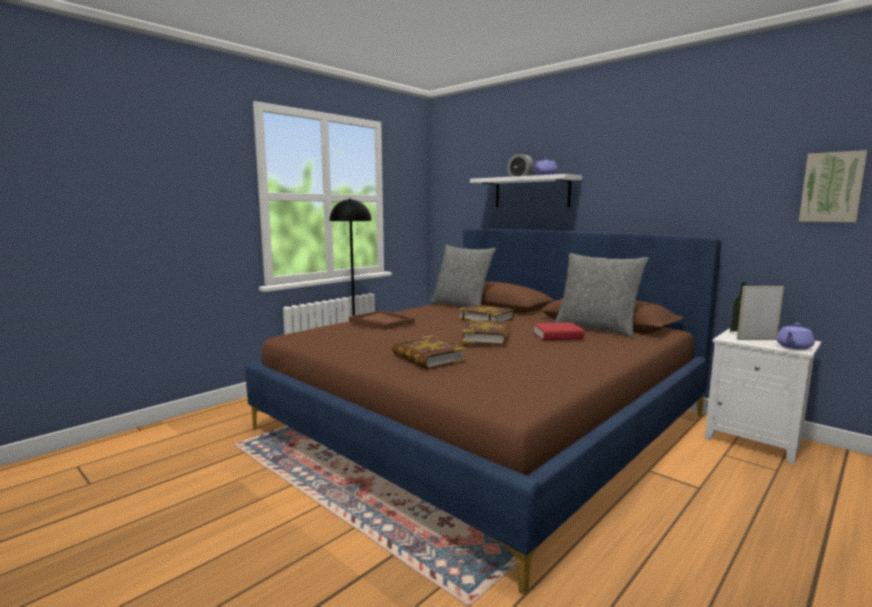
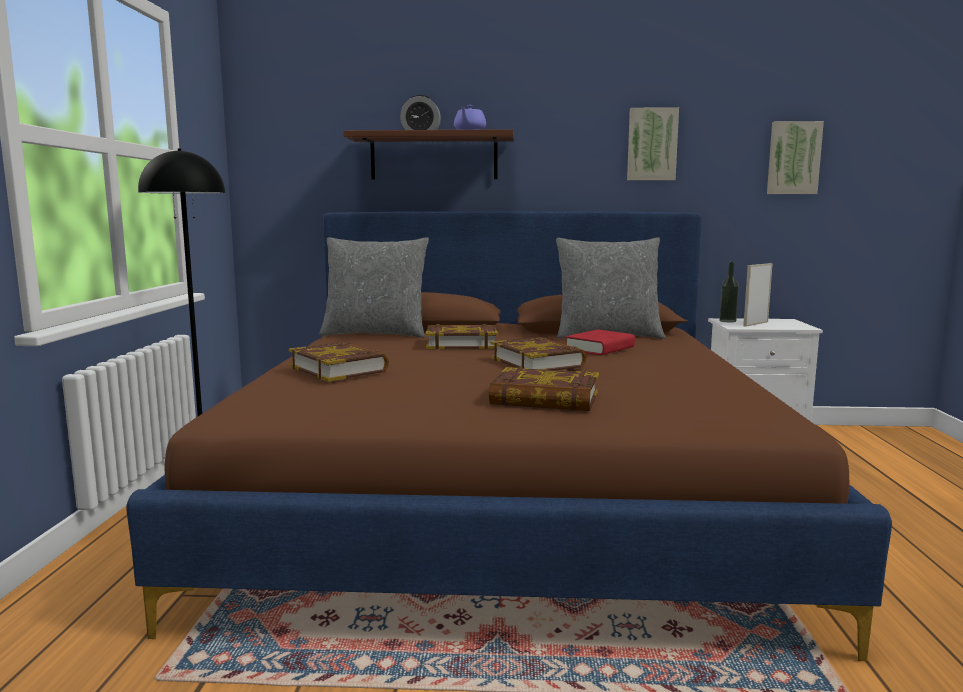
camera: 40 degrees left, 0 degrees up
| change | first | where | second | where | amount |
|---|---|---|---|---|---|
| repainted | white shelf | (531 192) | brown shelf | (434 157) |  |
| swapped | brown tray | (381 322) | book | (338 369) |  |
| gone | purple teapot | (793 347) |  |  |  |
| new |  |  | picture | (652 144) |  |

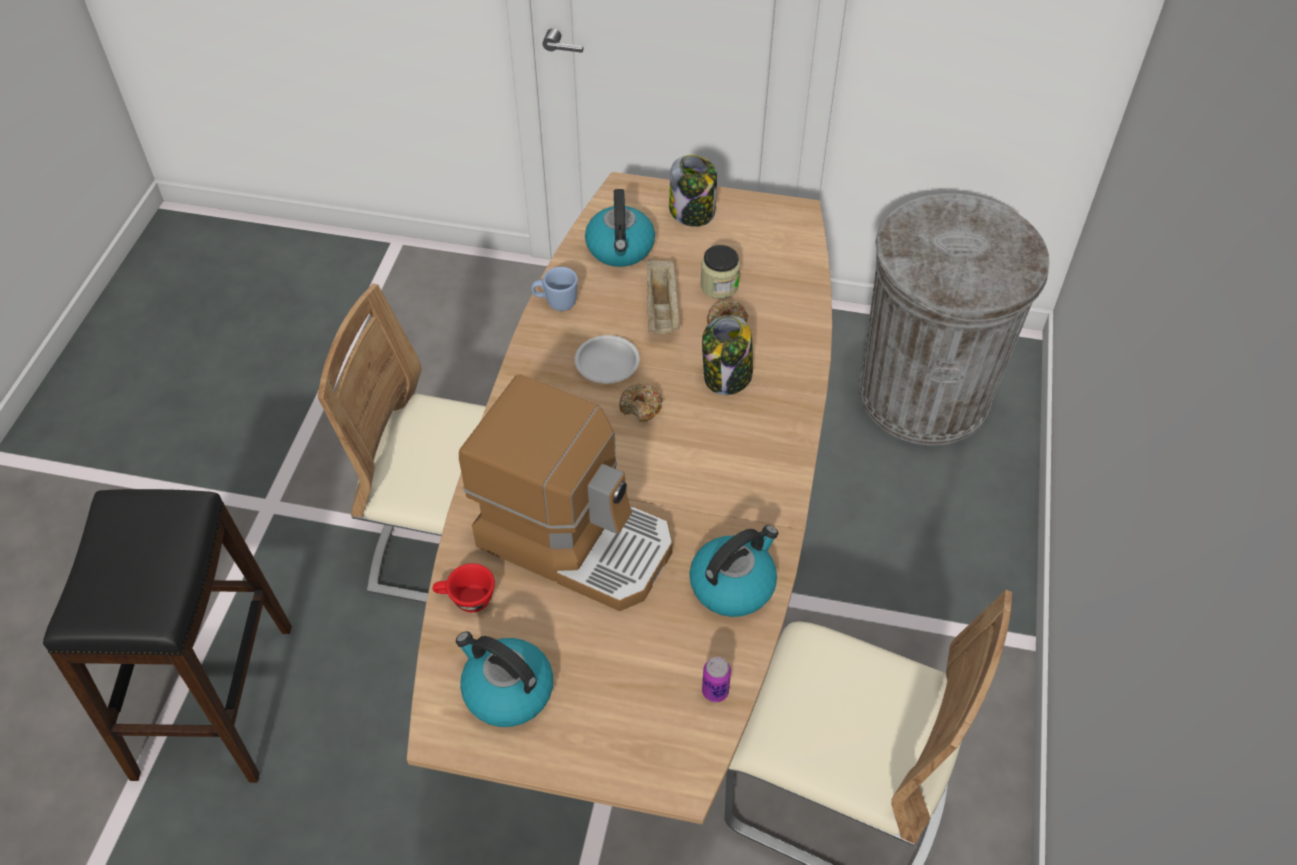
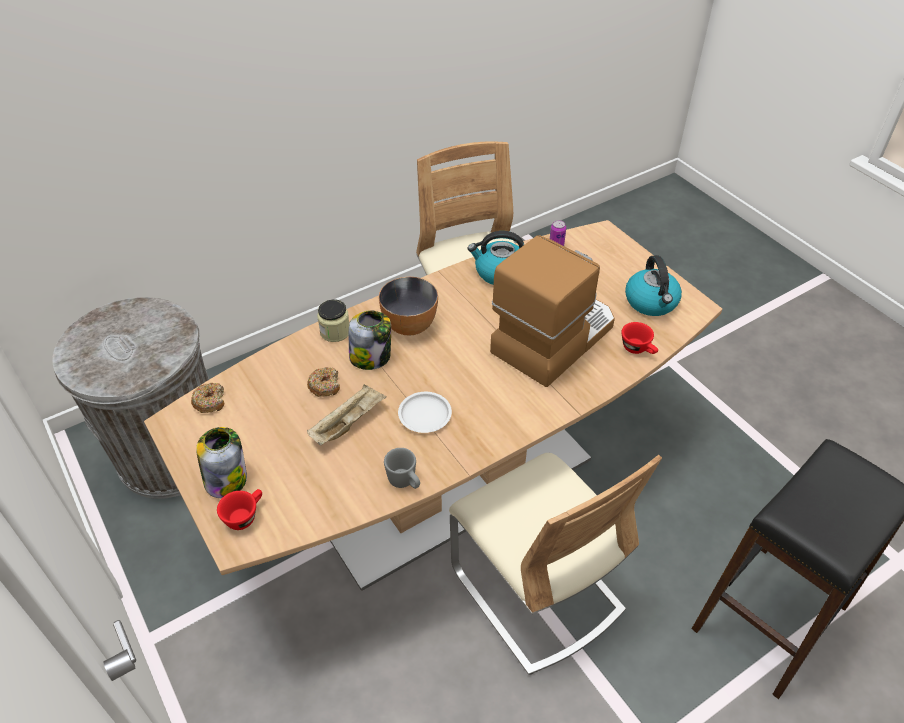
camera: 135 degrees left, 5 degrees down
| change | first | where | second | where | amount |
|---|---|---|---|---|---|
| gone | kettle | (620 249) |  |  |  |
| shifted | jar | (719 286) |  | (335 332) |  |
| repainted | blue mug | (555 303) | grey mug | (405 482) |  |
| rotated | coffee machine | (576 539) |  | (552 337) | 60 degrees clockwise |
| shifted | donut | (641 407) |  | (210 401) |  |
| new |  |  | bowl | (409 325) |  |
| new |  |  | red cup | (244 515) |  |

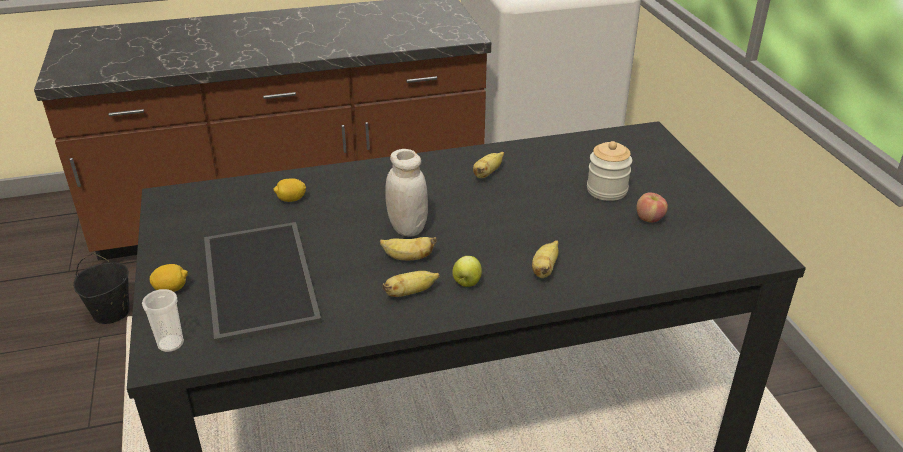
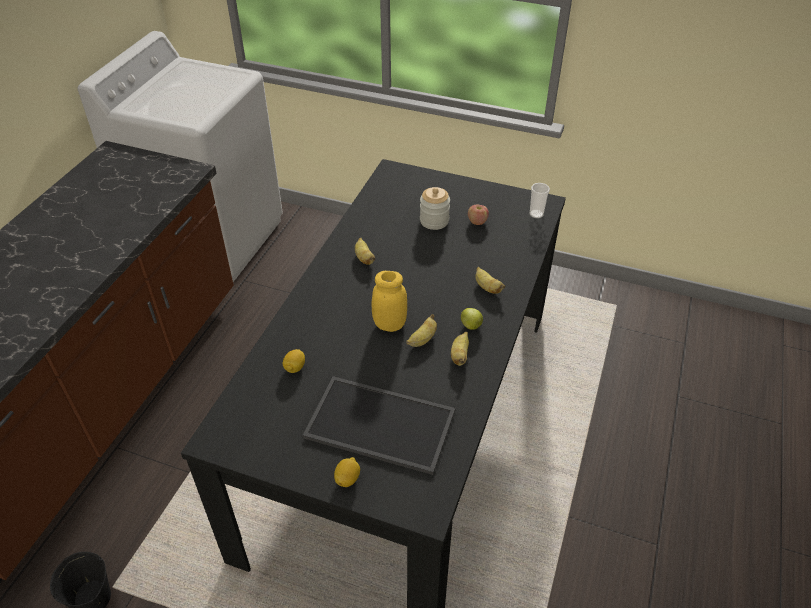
camera: 55 degrees left, 10 degrees up
| change | first | where | second | where | amount |
|---|---|---|---|---|---|
| repainted | white jar | (407 228) | yellow jar | (389 324) |  |
| shifted | cup | (170 343) |  | (536 214) |  |

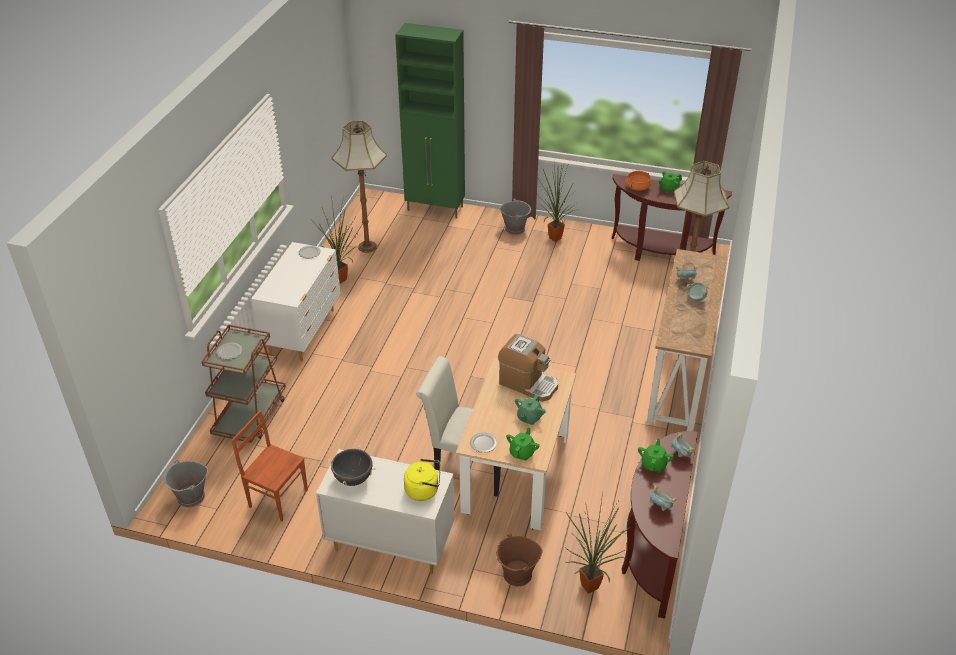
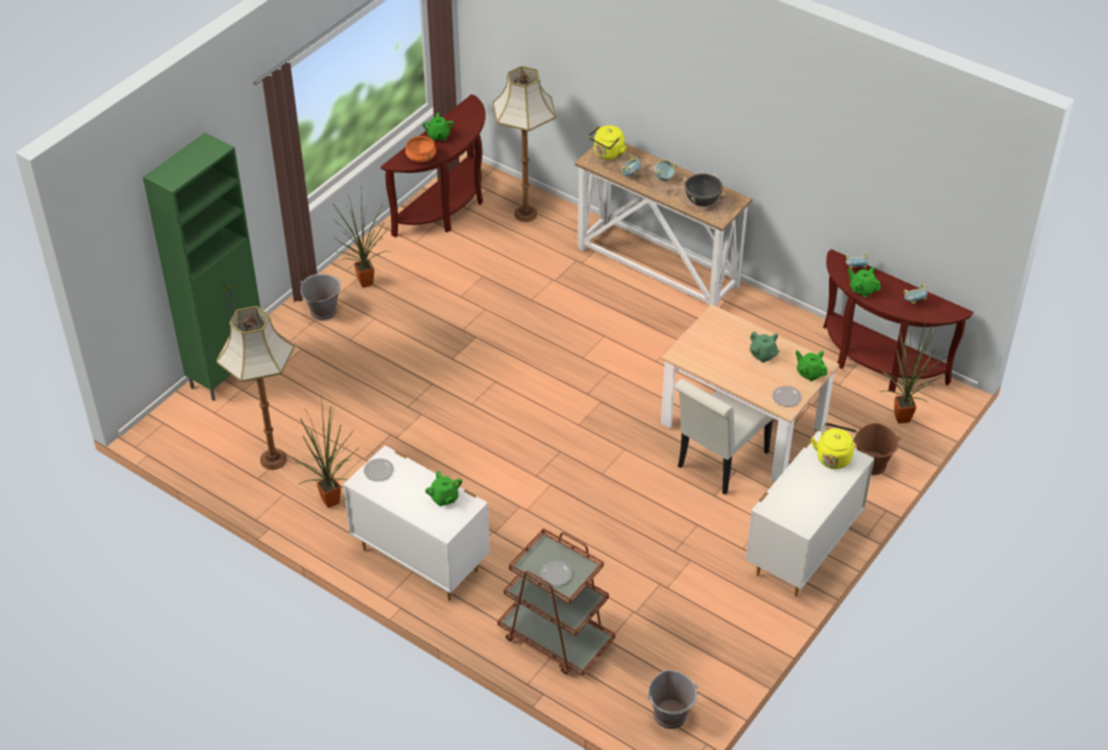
camera: 70 degrees left, 5 degrees up
| change | first | where | second | where | amount |
|---|---|---|---|---|---|
| gone | coffee machine | (528 383) |  |  |  |
| gone | brown chair | (278 497) |  |  |  |
| shifted | black cooking pot | (353 478) |  | (702 201) |  |
| new |  |  | yellow kettle | (607 154) |  |
| new |  |  | green teapot | (444 498) |  |

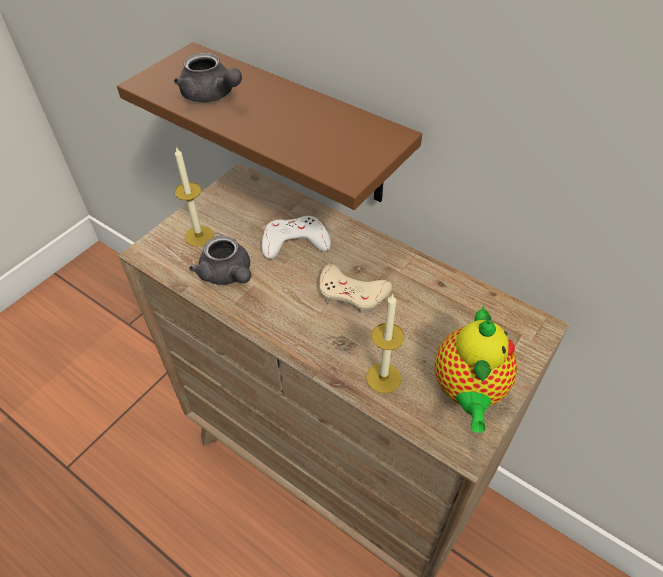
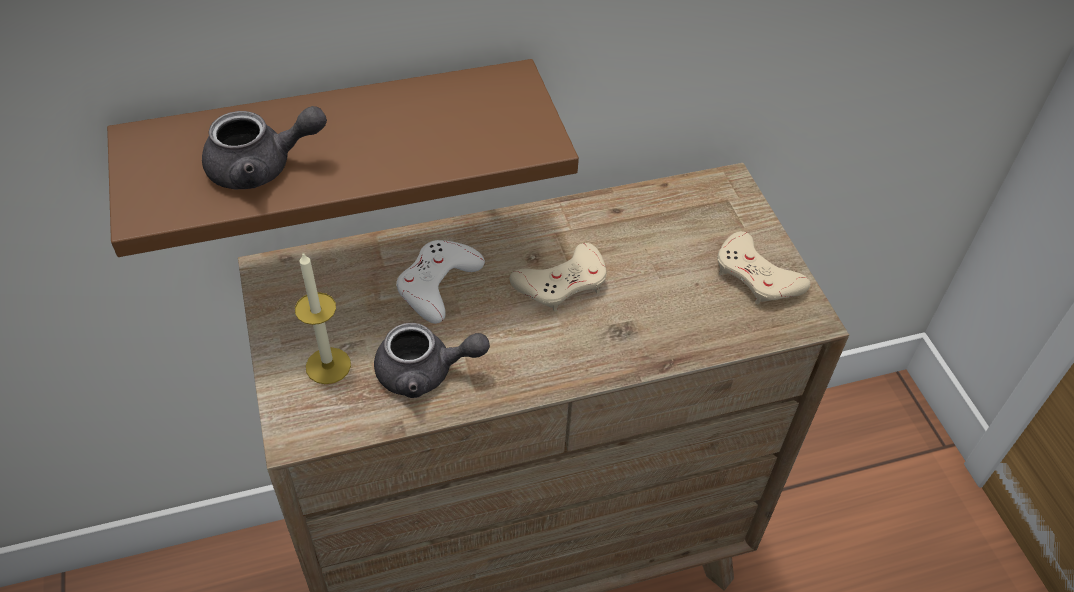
camera: 55 degrees left, 0 degrees up
| change | first | where | second | where | amount |
|---|---|---|---|---|---|
| gone | candle | (383 377) |  |  |  |
| swapped | teapot | (468 391) | beige game controller | (756 276) |  |

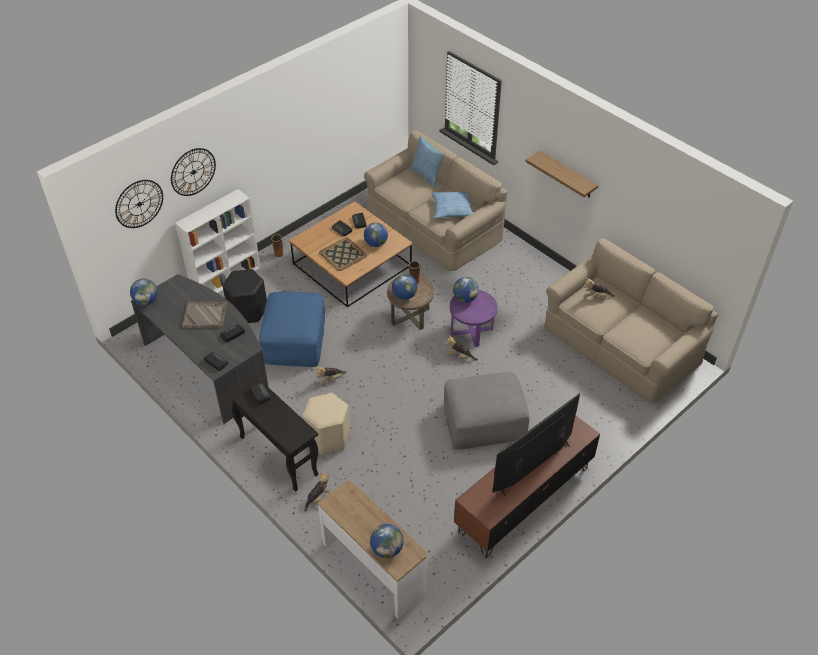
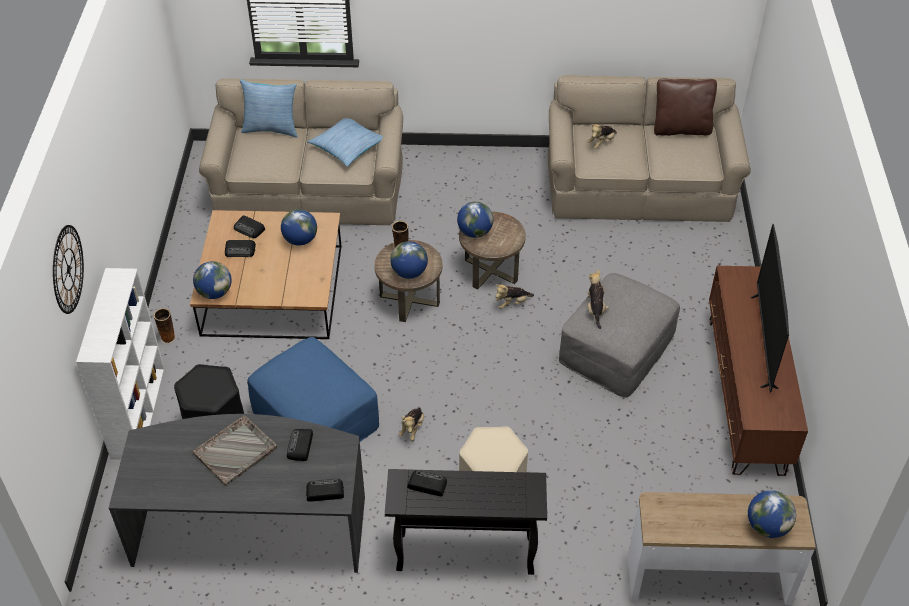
camera: 45 degrees left, 0 degrees up
| change | first | where | second | where | amount |
|---|---|---|---|---|---|
| gone | shelf | (567 175) |  |  |  |
| gone | wall clock | (139 204) |  |  |  |
| gone | tray | (343 254) |  |  |  |
| shifted | globe | (146 301) |  | (215 293) |  |
| repainted | purple side table | (471 331) | brown side table | (491 270) |  |
| shifted | plush toy | (318 498) |  | (595 309) |  |
| new |  |  | brown pillow | (681 129) |  |

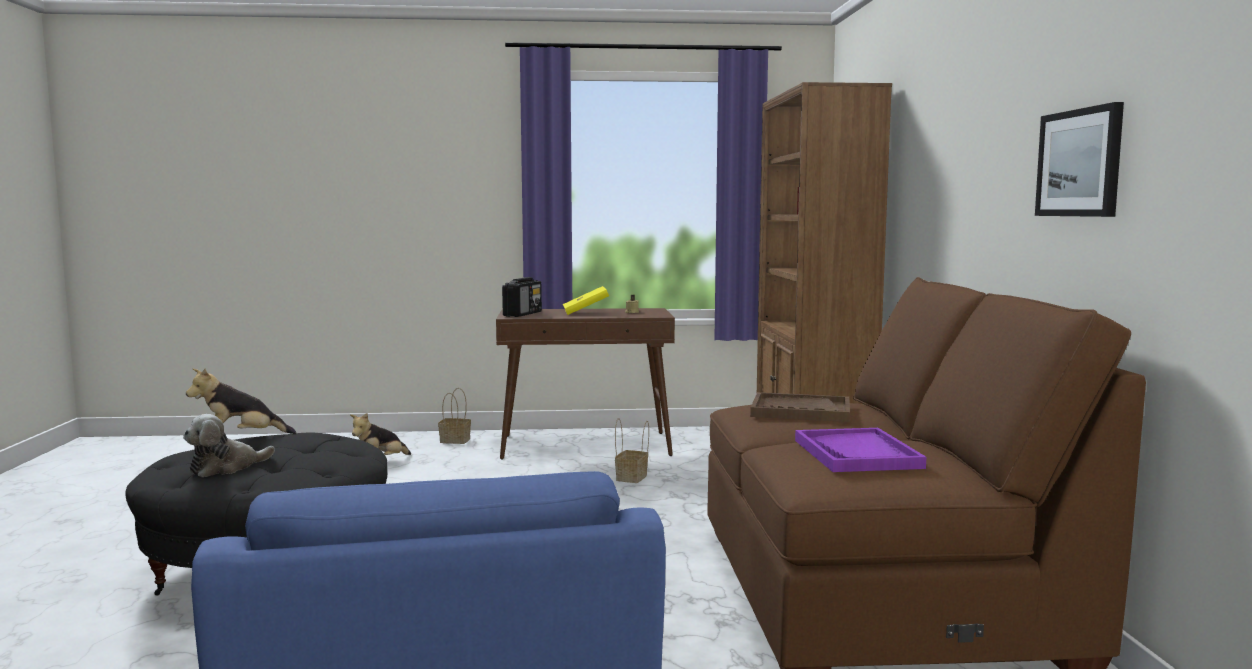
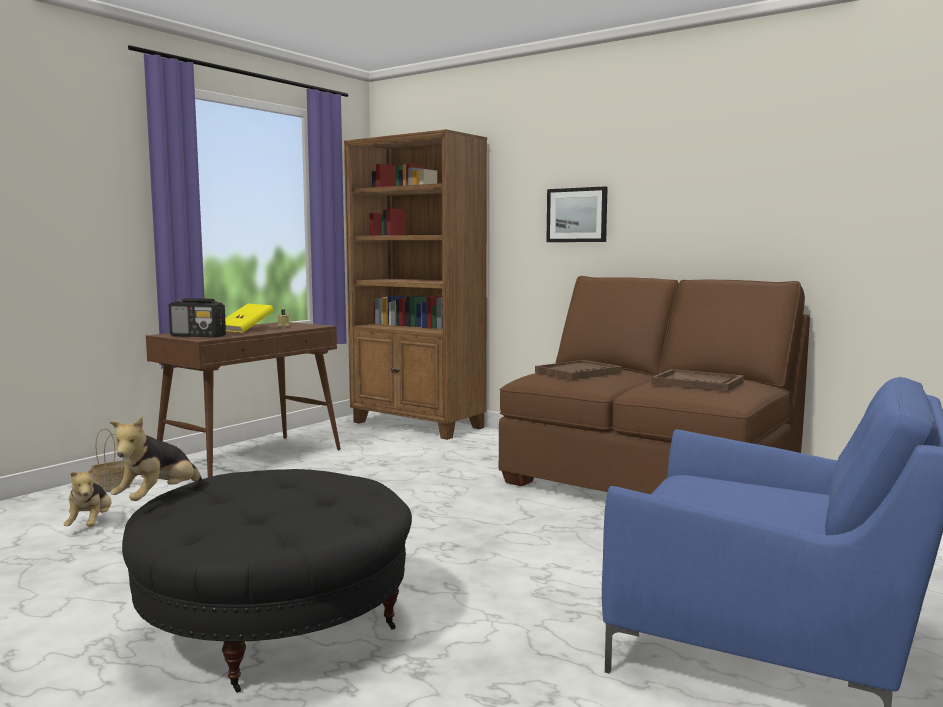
camera: 50 degrees left, 0 degrees up
| change | first | where | second | where | amount |
|---|---|---|---|---|---|
| shifted | picture | (1080 163) |  | (577 215) |  |
| rotated | radio | (523 314) |  | (198 336) | 135 degrees clockwise |
| gone | plush toy | (226 468) |  |  |  |
| gone | basket | (631 478) |  |  |  |
| repainted | purple tray | (857 454) | brown tray | (697 383) |  |

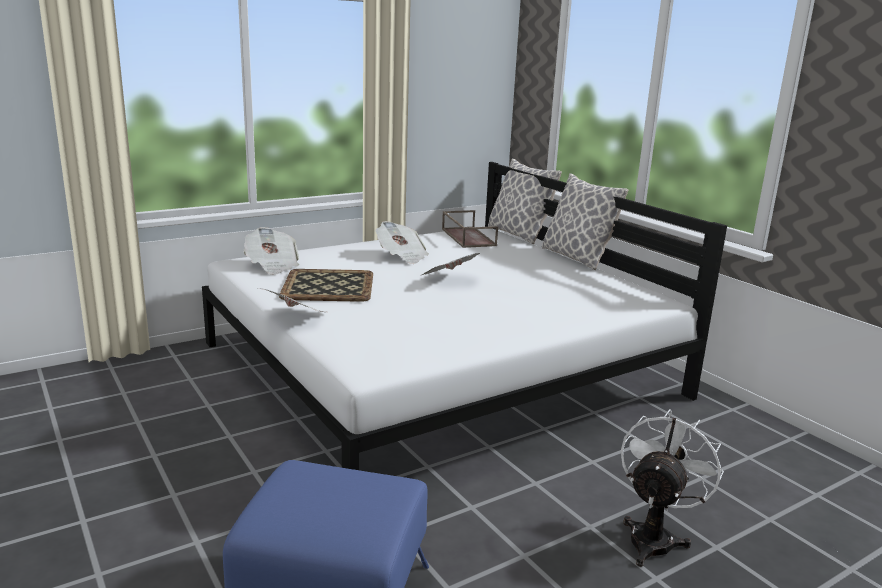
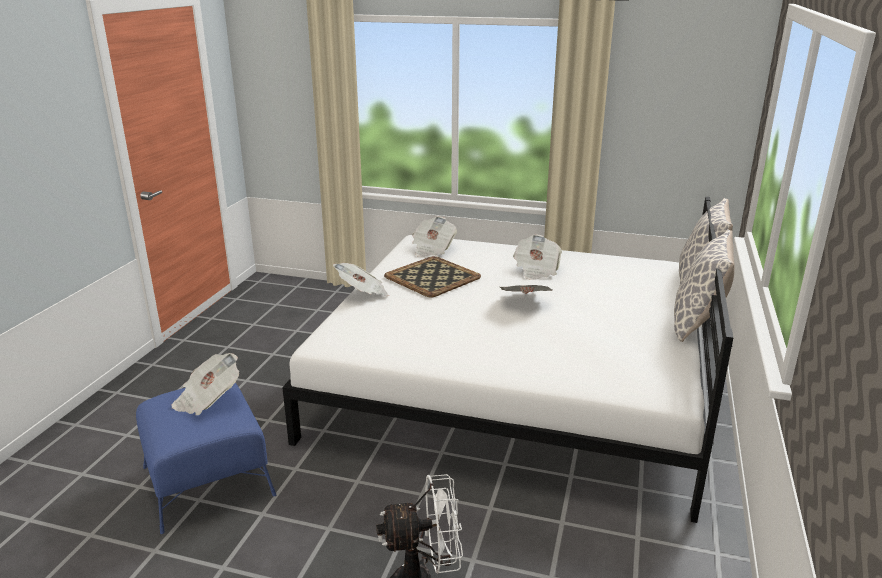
camera: 50 degrees right, 5 degrees up
| change | first | where | second | where | amount |
|---|---|---|---|---|---|
| gone | brown tray | (467 237) |  |  |  |
| new |  |  | newspaper | (208 399) |  |

